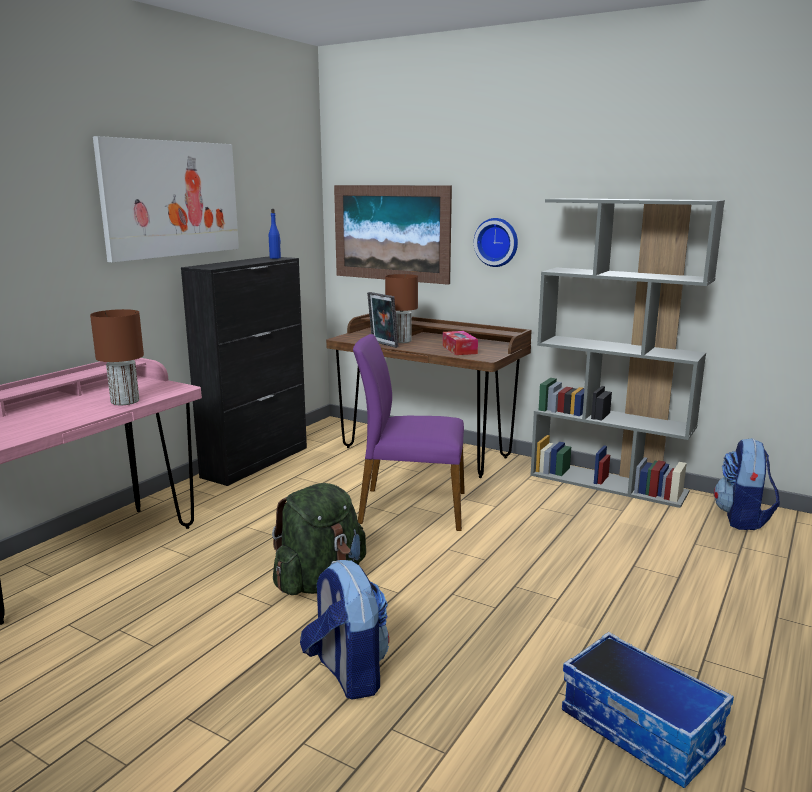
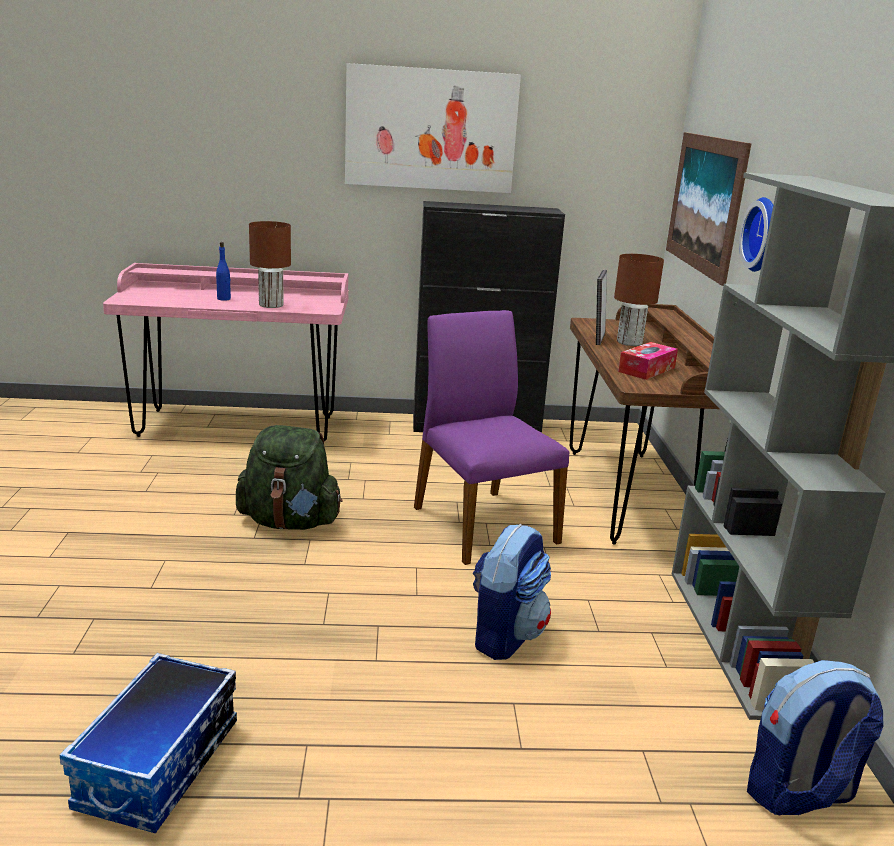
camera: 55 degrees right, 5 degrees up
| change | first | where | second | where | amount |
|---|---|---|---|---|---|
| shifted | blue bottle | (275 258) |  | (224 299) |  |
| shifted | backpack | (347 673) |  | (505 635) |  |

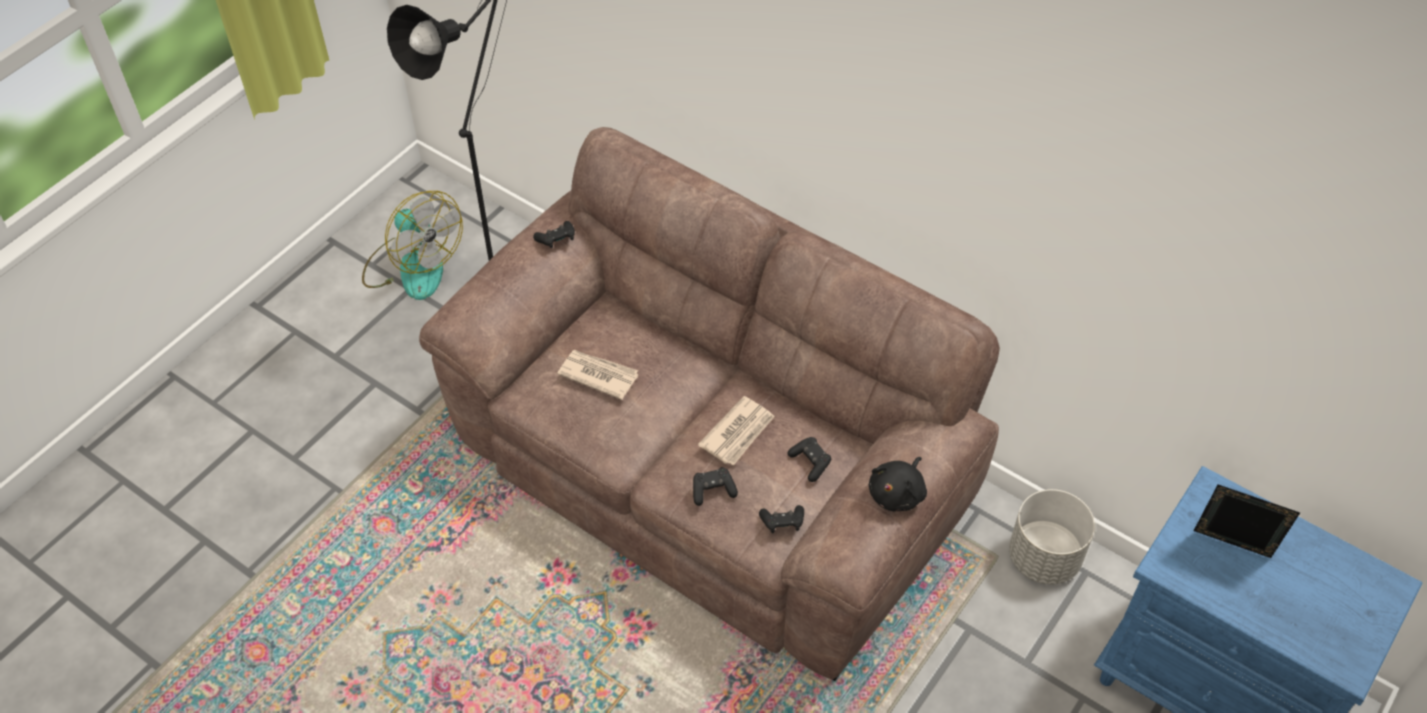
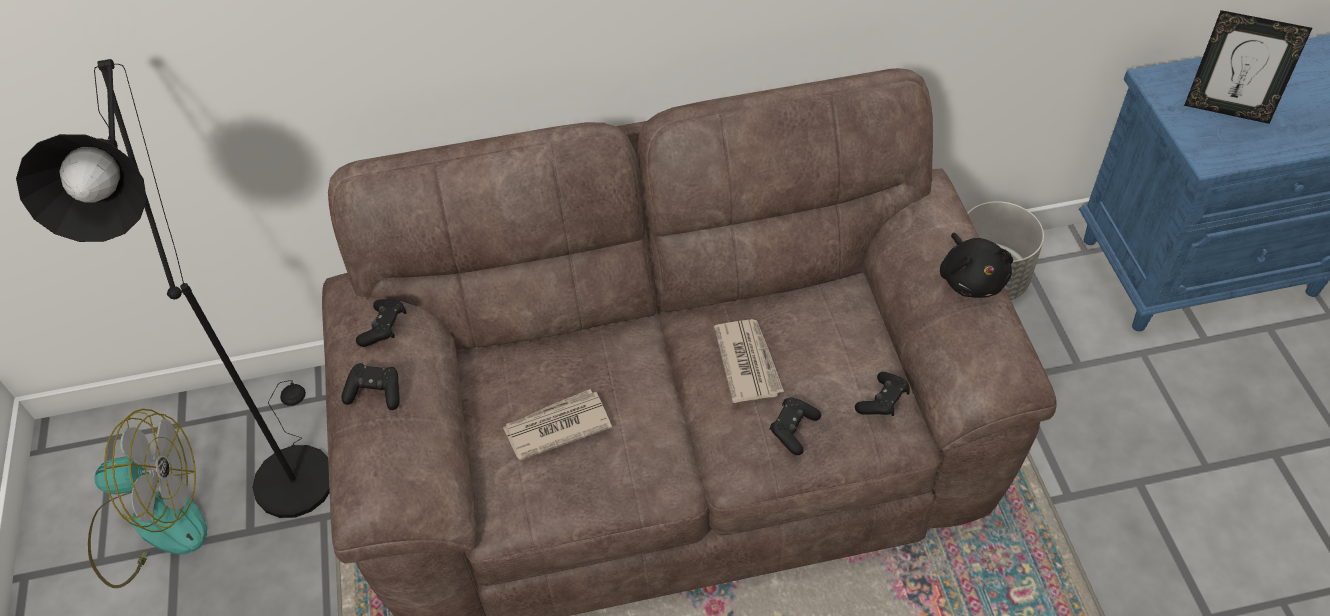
camera: 45 degrees left, 0 degrees up
| change | first | where | second | where | amount |
|---|---|---|---|---|---|
| shifted | black game controller | (810 462) |  | (375 392) |  |
| rotated | picture frame | (1230 549) |  | (1227 110) | 135 degrees counterclockwise |

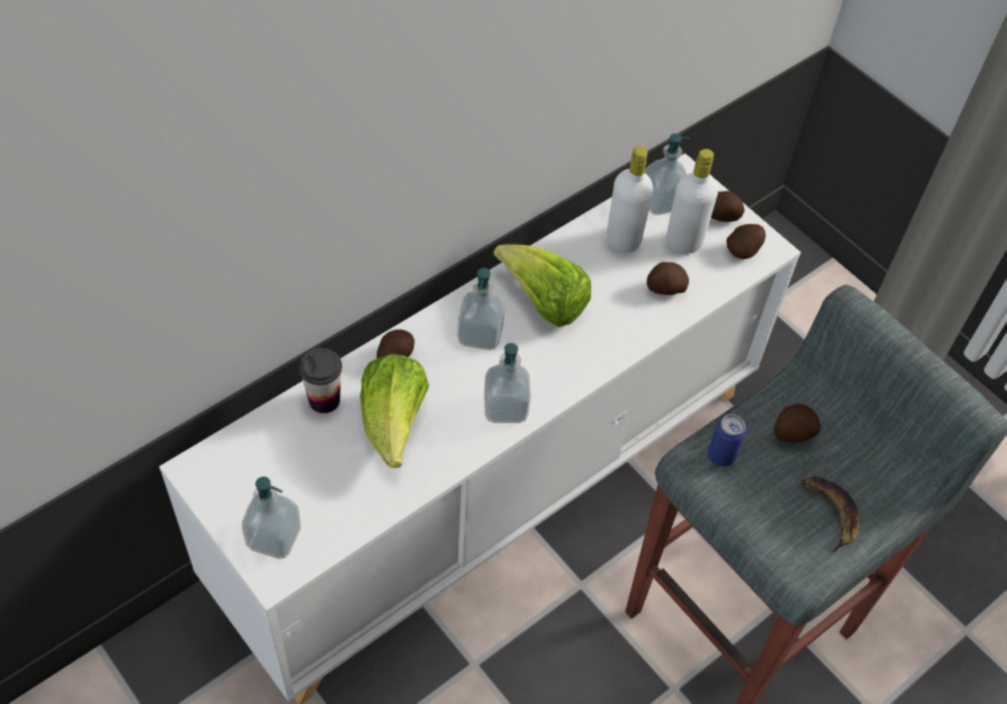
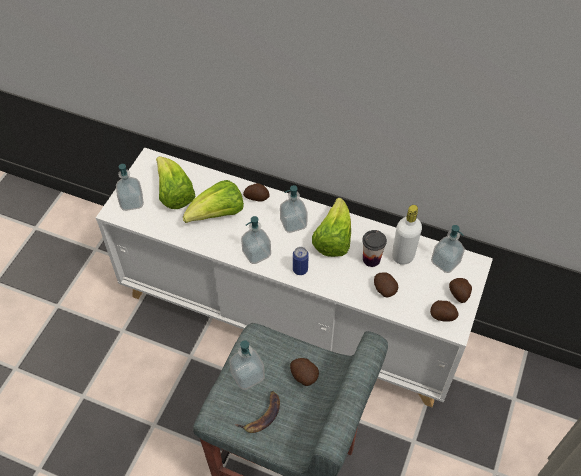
camera: 65 degrees right, 0 degrees up
| change | first | where | second | where | amount |
|---|---|---|---|---|---|
| gone | white bottle | (684 242) |  |  |  |
| shifted | cup | (324 400) |  | (371 259) |  |
| shifted | can | (721 456) |  | (300 270) |  |
| new |  |  | lettuce | (174 194) |  |
| new |  |  | soap dispenser | (247 375) |  |

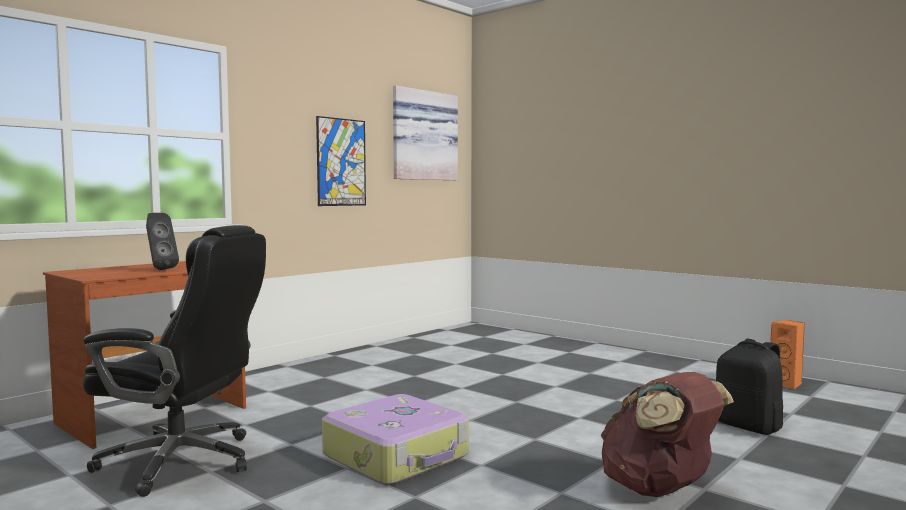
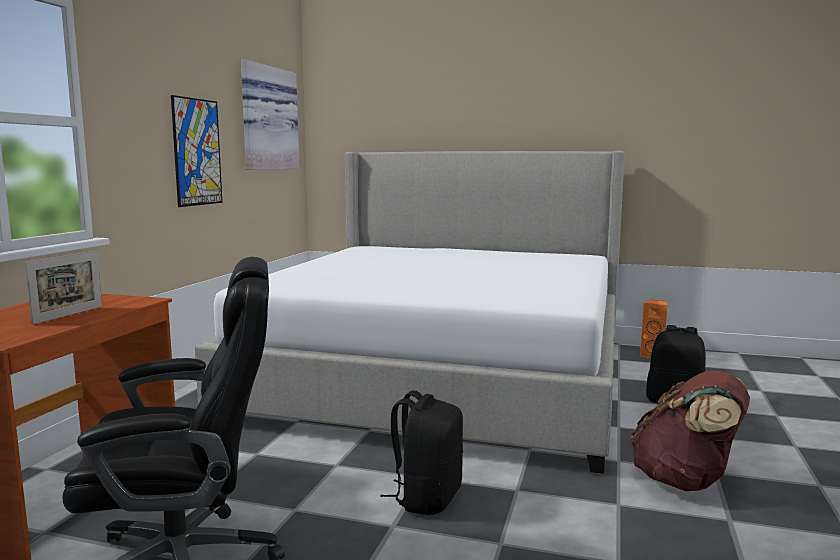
camera: 25 degrees left, 5 degrees up
| change | first | where | second | where | amount |
|---|---|---|---|---|---|
| swapped | black speaker | (160 269) | picture frame | (68 315) |  |
| swapped | suitcase | (397 456) | black backpack | (426 498) |  |
| new |  |  | bed | (442 377) |  |

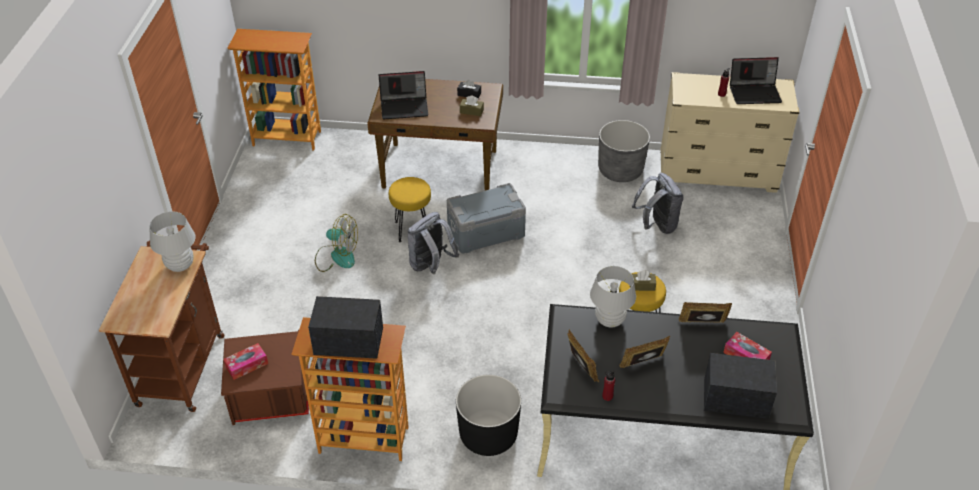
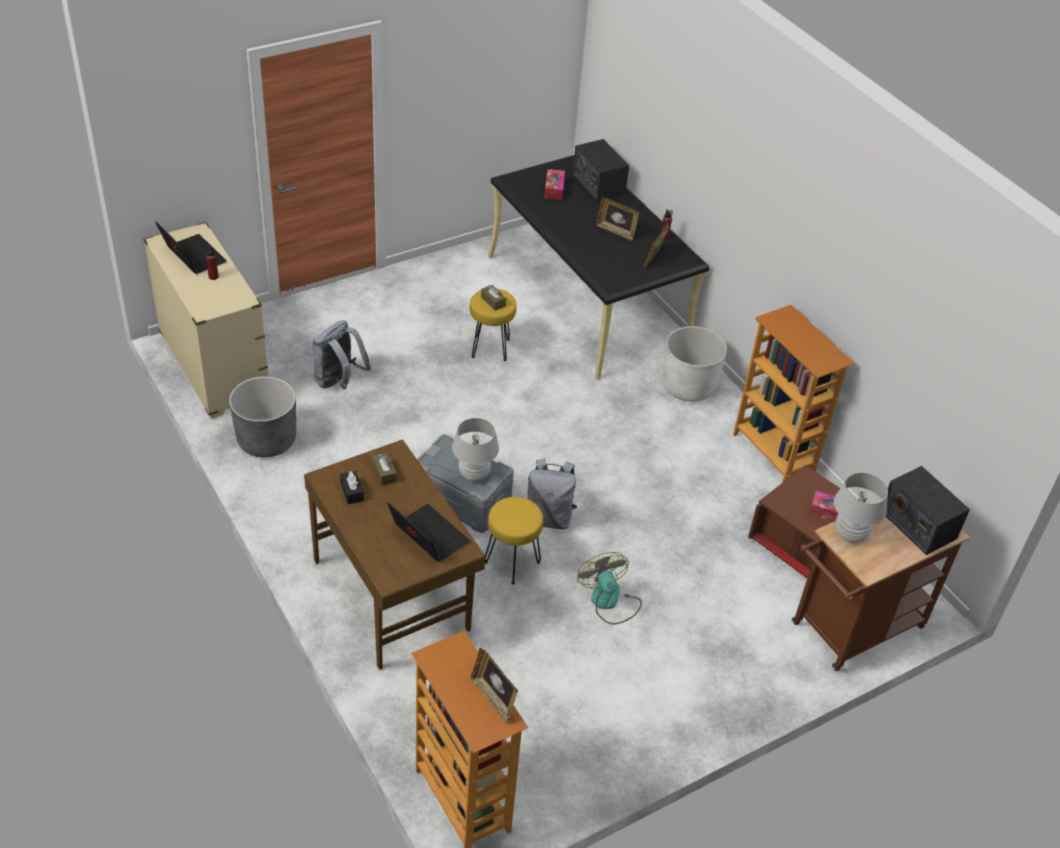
camera: 130 degrees left, 0 degrees up
| change | first | where | second | where | amount |
|---|---|---|---|---|---|
| shifted | white table lamp | (610 320) |  | (474 474) |  |
| shifted | radio | (349 341) |  | (917 524) |  |
| shifted | picture frame | (702 325) |  | (493 698) |  |
| repainted | black planter | (488 435) | white planter | (688 386) |  |

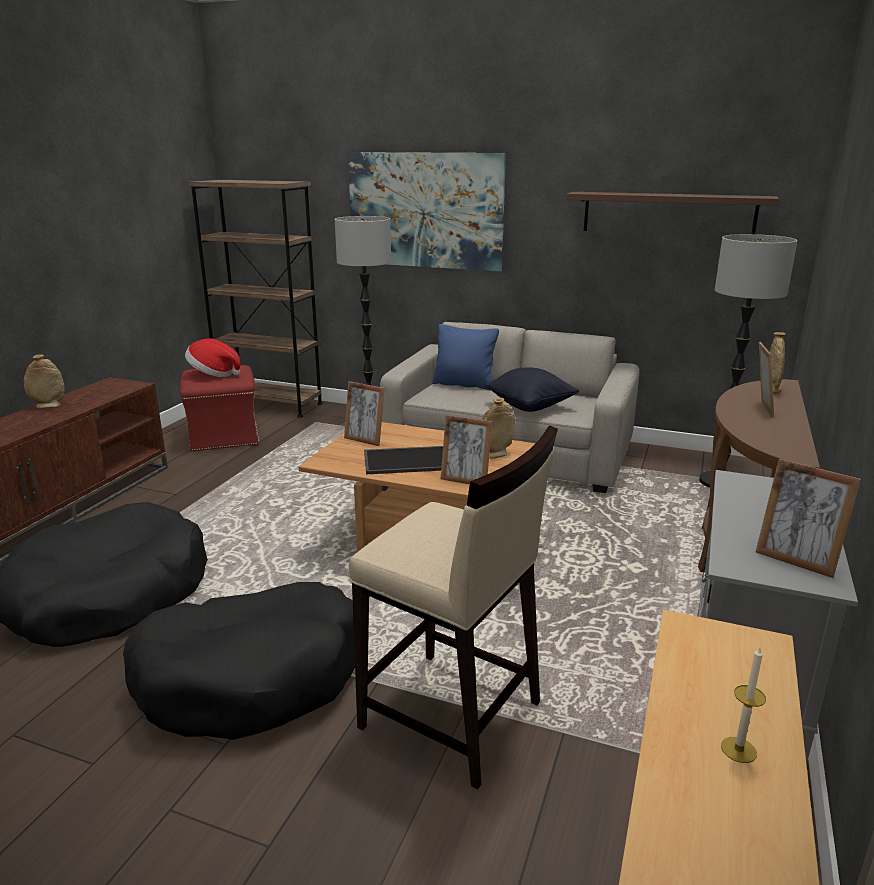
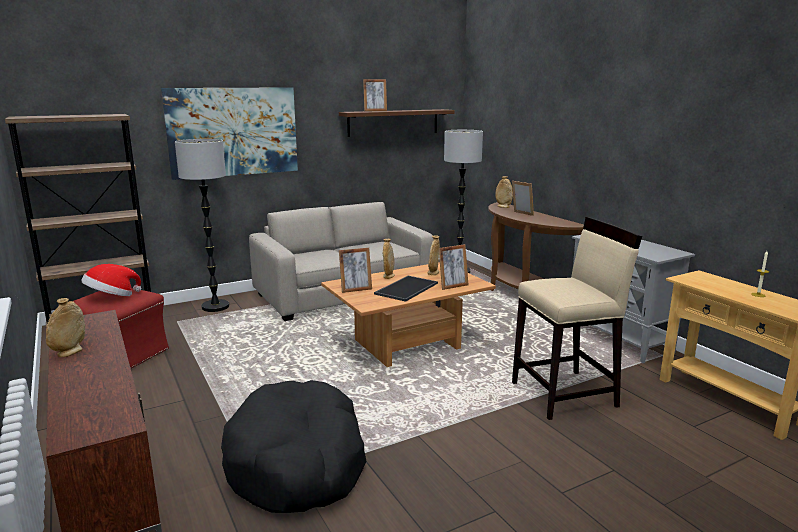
camera: 50 degrees left, 5 degrees down
| change | first | where | second | where | amount |
|---|---|---|---|---|---|
| gone | blue pillow | (464 385) |  |  |  |
| gone | black pillow | (530 406) |  |  |  |
| shifted | picture frame | (796 560) |  | (375 111) |  |
| gone | black dog bed | (253 676) |  |  |  |
| new |  |  | beige vase | (388 276) |  |

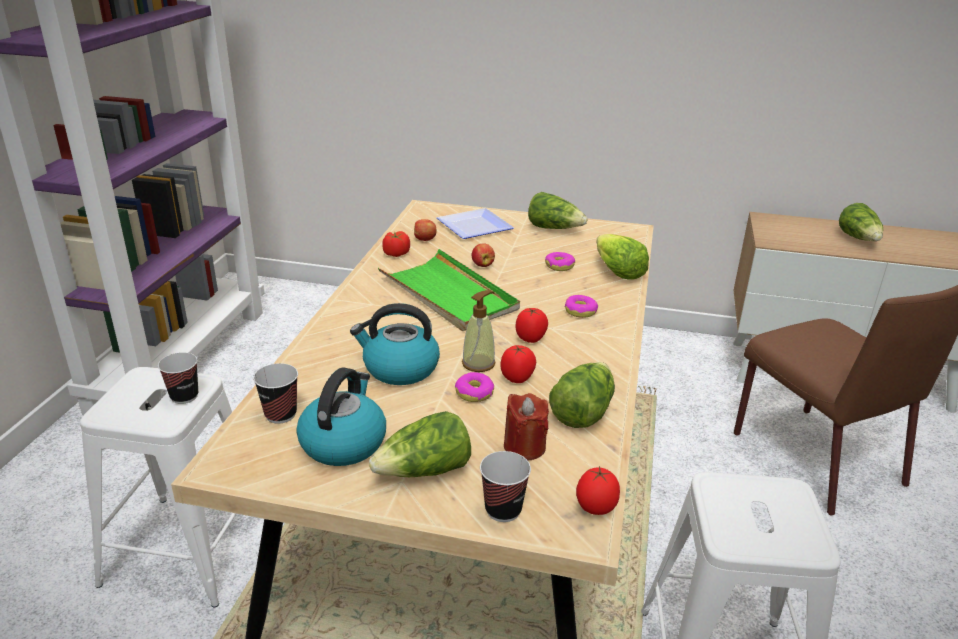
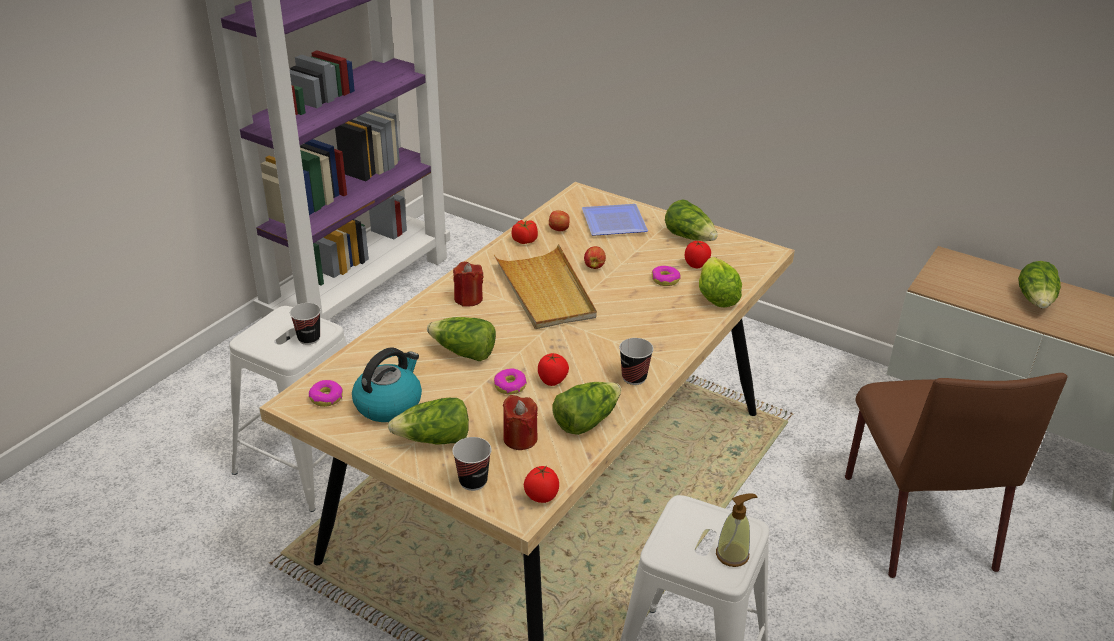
camera: 20 degrees right, 5 degrees up
| change | first | where | second | where | amount |
|---|---|---|---|---|---|
| repainted | green tray | (449 294) | beige tray | (545 291) |  |
| shifted | soap dispenser | (478 363) |  | (732 555) |  |
| shifted | donut | (580 311) |  | (326 398) |  |
| swapped | kettle | (399 369) | lettuce | (464 352) |  |
| shifted | tomato | (531 339) |  | (696 265) |  |
| shifted | cup | (280 414) |  | (634 377) |  |
| new |  |  | red candle | (468 299) |  |

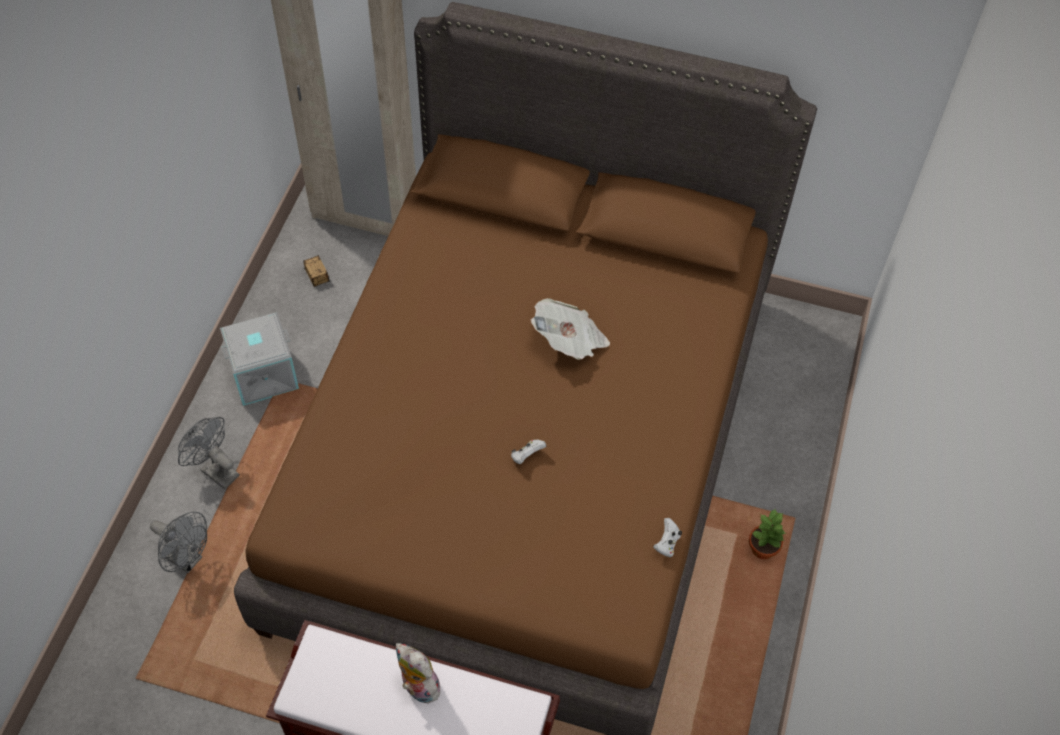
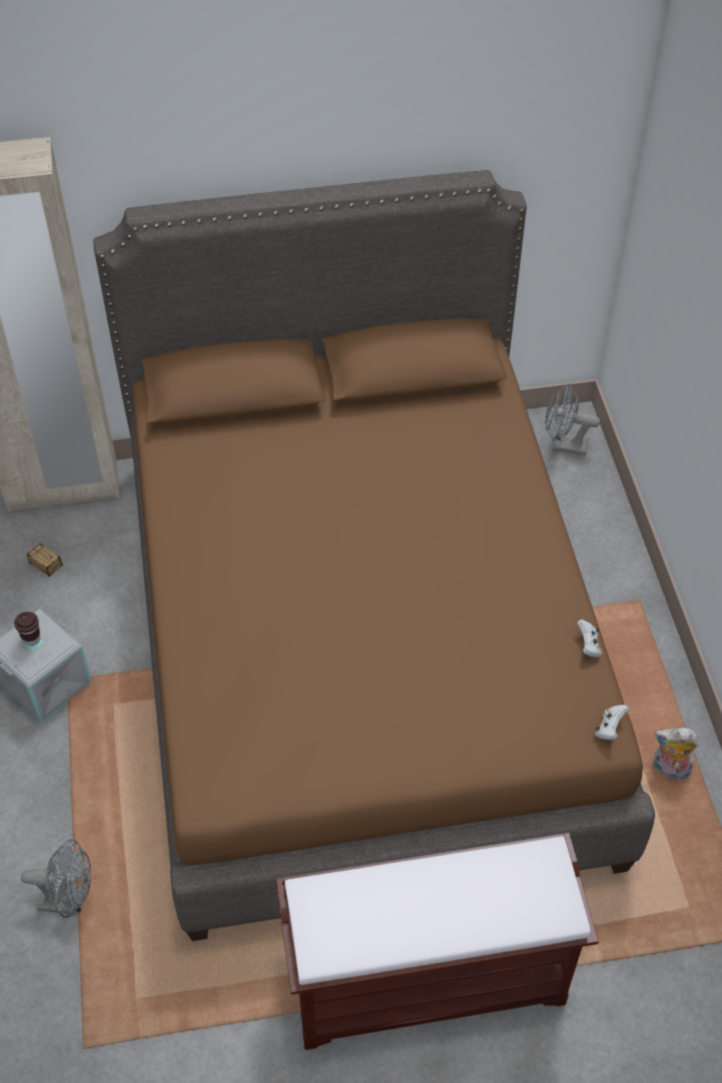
camera: 25 degrees left, 5 degrees down
| change | first | where | second | where | amount |
|---|---|---|---|---|---|
| gone | newspaper | (570 341) |  |  |  |
| shifted | grey fan | (215 470) |  | (563 445) |  |
| shifted | white game controller | (527 456) |  | (609 728) |  |
| gone | potted plant | (763 549) |  |  |  |
| shifted | plush toy | (418 687) |  | (669 770) |  |
| new |  |  | brown cup | (31 639) |  |

